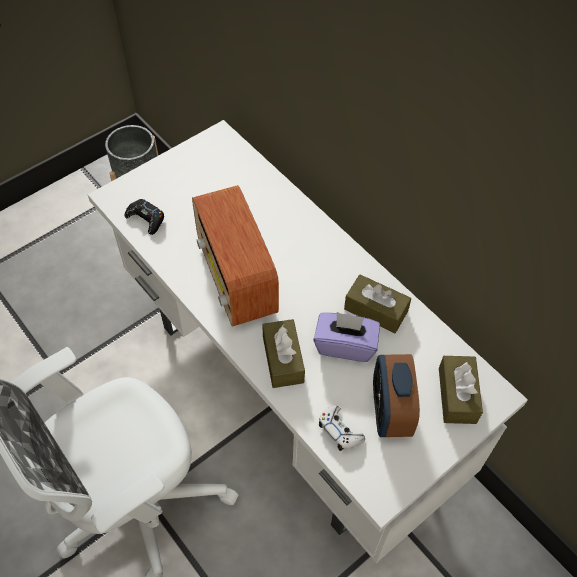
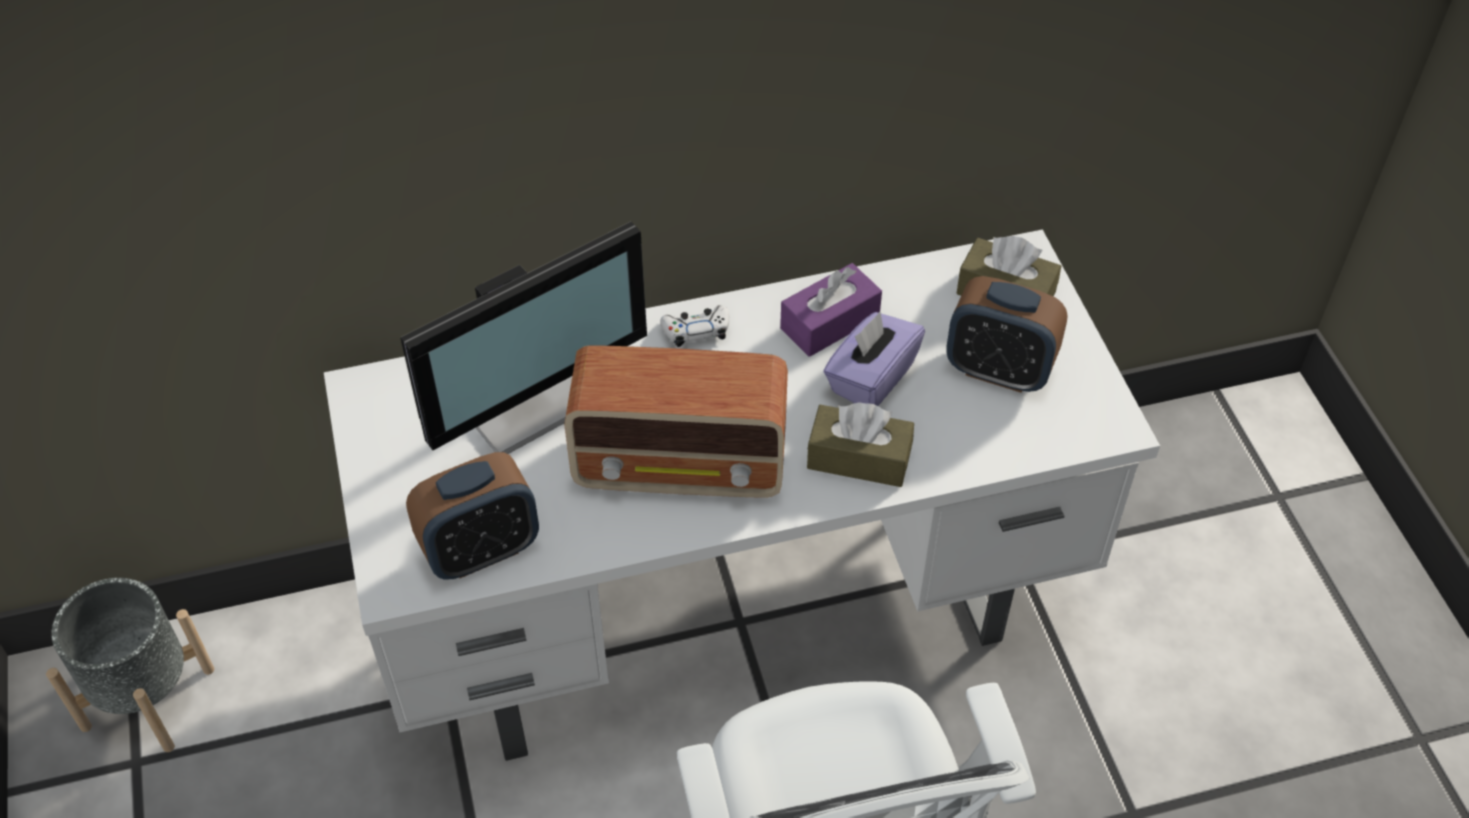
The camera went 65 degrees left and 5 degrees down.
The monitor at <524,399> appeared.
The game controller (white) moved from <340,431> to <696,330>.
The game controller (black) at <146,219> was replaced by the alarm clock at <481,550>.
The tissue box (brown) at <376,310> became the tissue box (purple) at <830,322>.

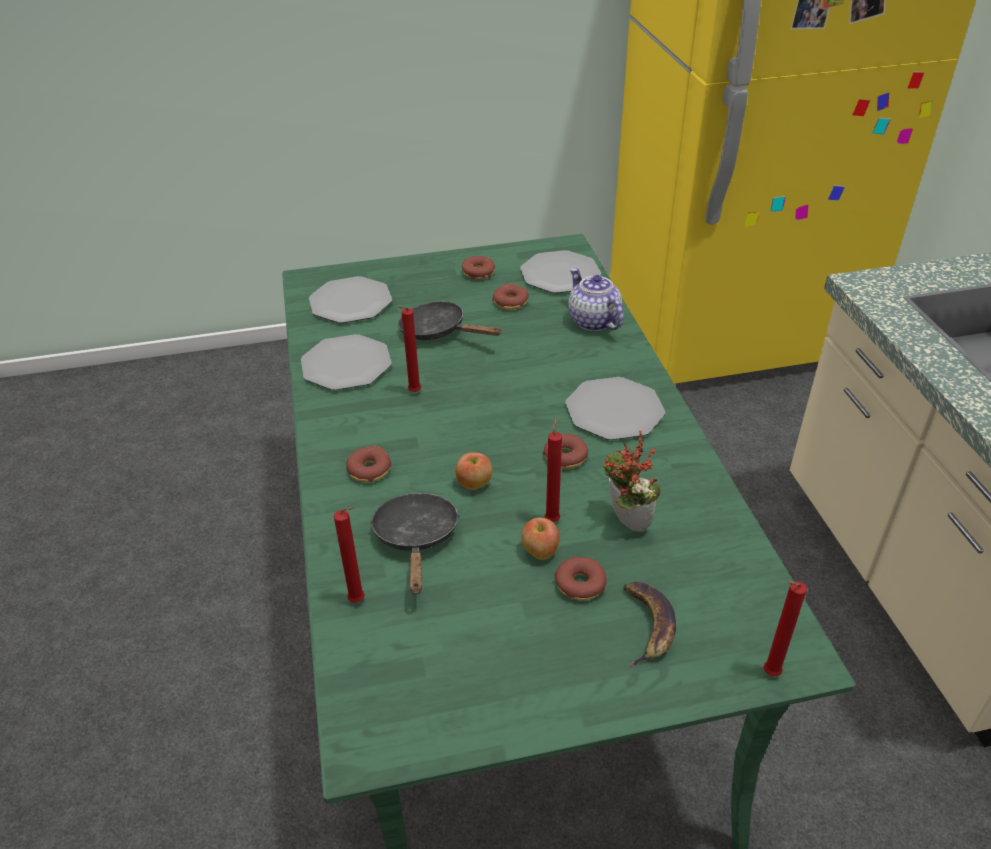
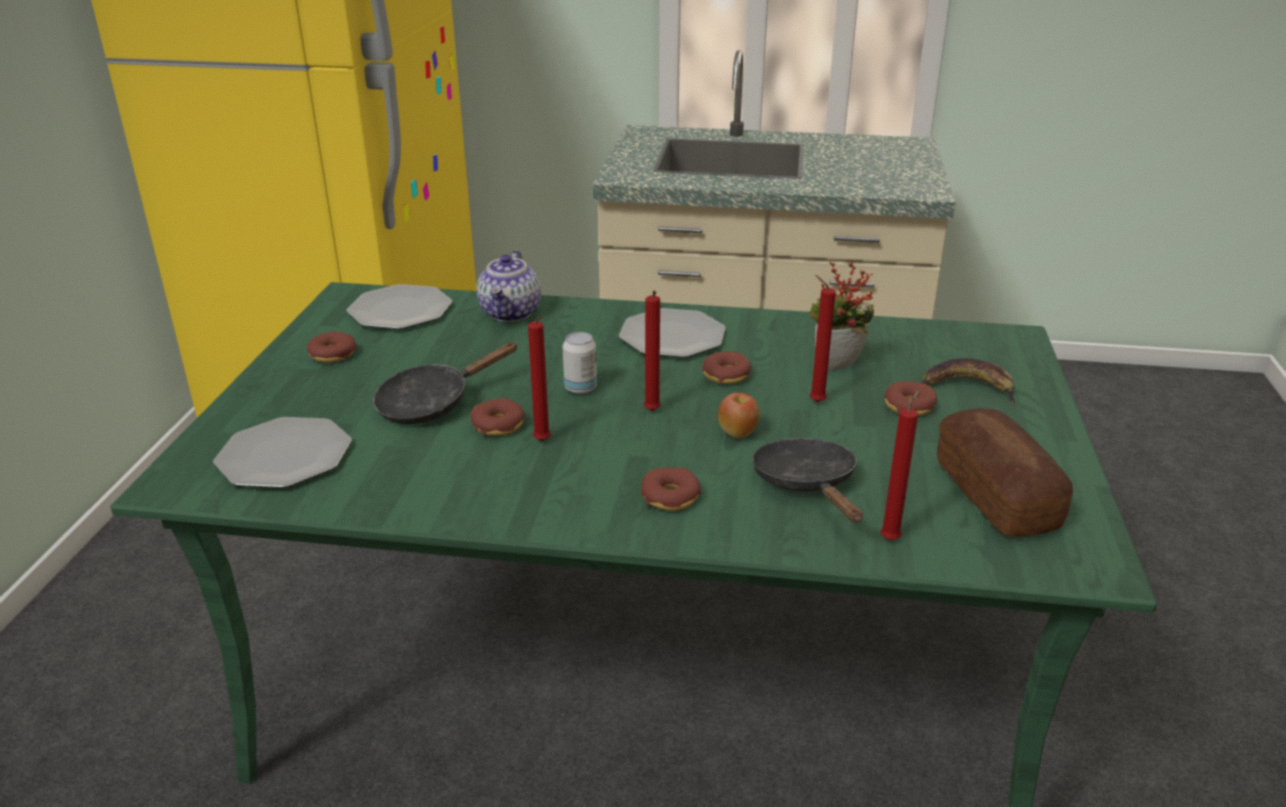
The camera went 70 degrees left and 10 degrees down.
The plate at <346,364> disappeared.
The apple at <539,552> disappeared.
The can at <580,388> appeared.
The bread at <995,495> appeared.
The donut moved from <510,302> to <498,425>.
The candle (red) moved from <768,674> to <652,412>.
The frying pan (black) at <416,539> turned 60 degrees clockwise.
The teapot at <592,321> turned 75 degrees counterclockwise.

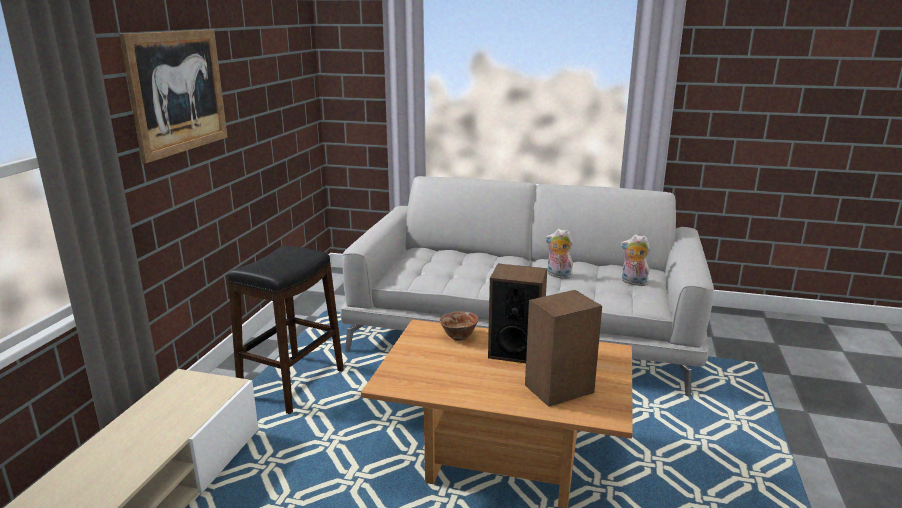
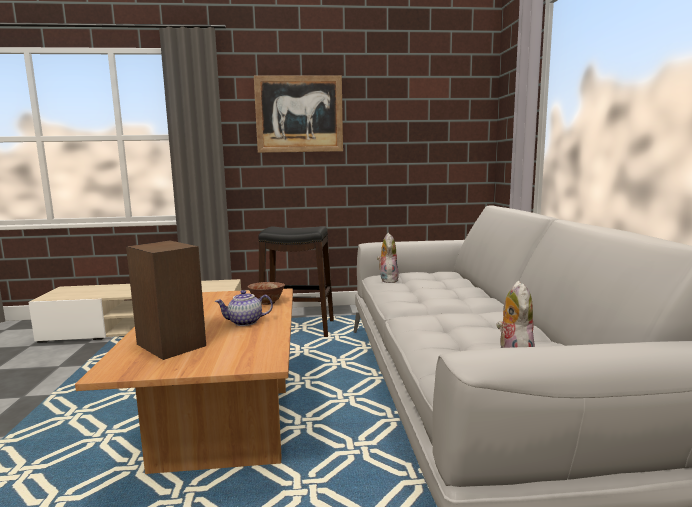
The camera went 70 degrees right and 10 degrees down.
The plush toy moved from <558,275> to <387,280>.
The speaker at <515,352> was replaced by the teapot at <245,322>.

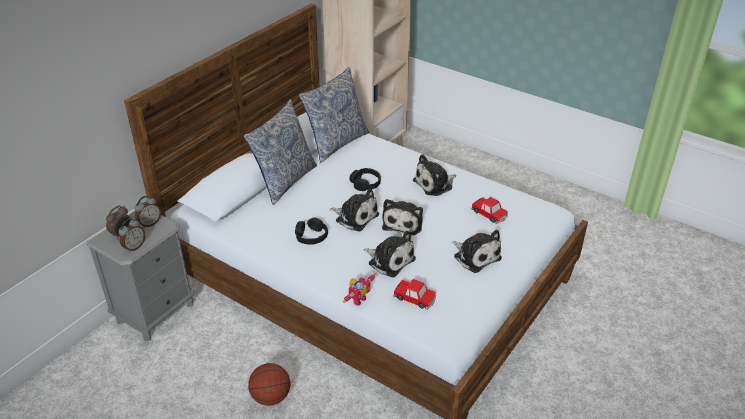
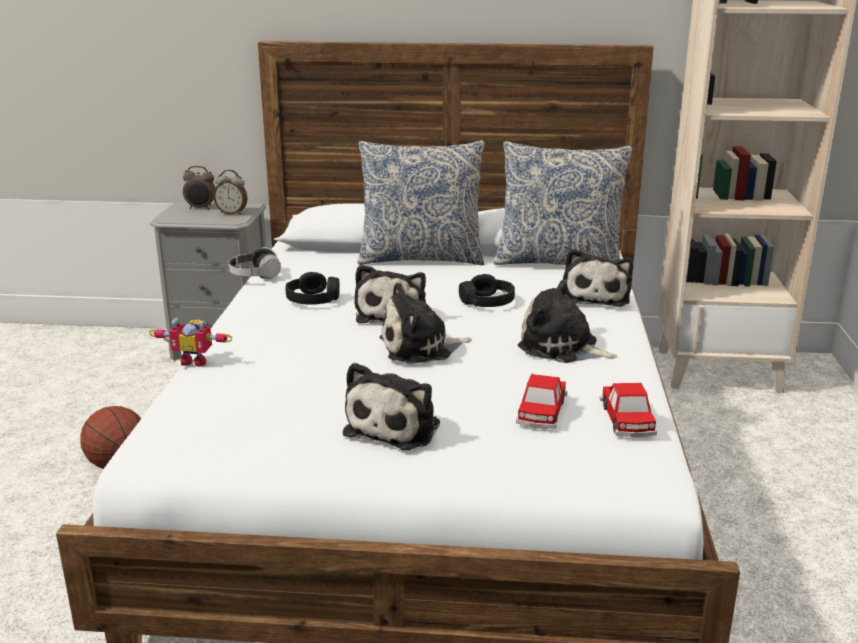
The camera went 60 degrees right and 15 degrees down.
The alarm clock at <134,247> disappeared.
The headphones at <255,276> appeared.
The plush toy moved from <389,260> to <595,296>.
The toy car moved from <414,298> to <627,420>.

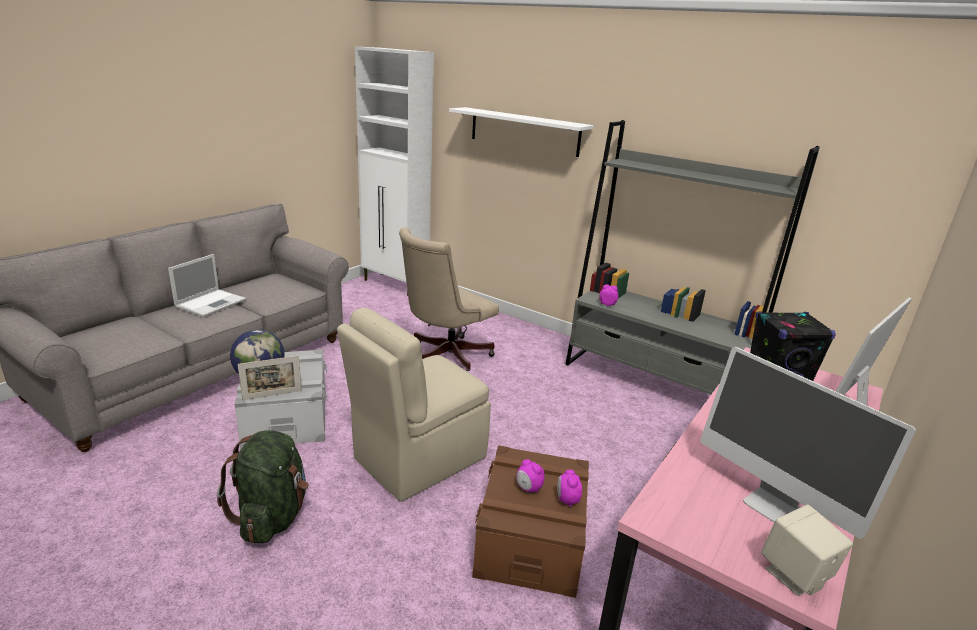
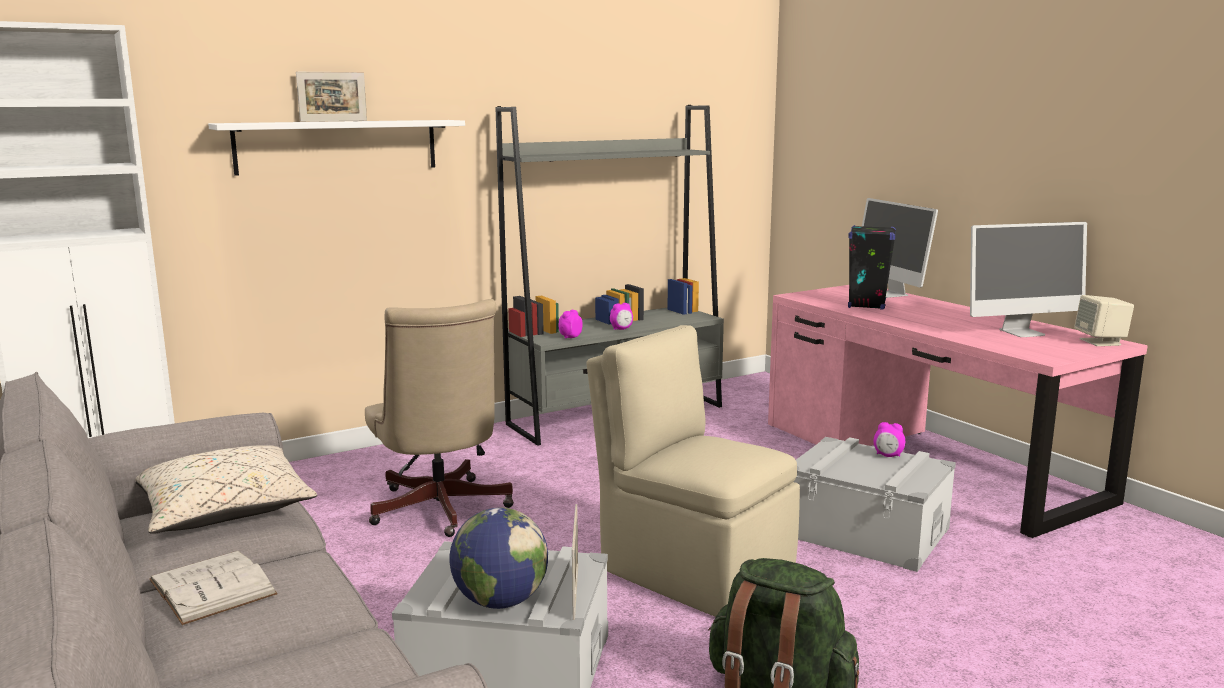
The camera went 65 degrees left and 10 degrees down.
The pillow (beige) at <224,509> appeared.
The picture frame at <334,121> appeared.
The alarm clock moved from <528,488> to <621,329>.
The laptop at <211,303> was replaced by the book (white) at <212,587>.
The storage box (brown) at <531,540> became the storage box (grey) at <866,532>.
The chair (beige) at <417,459> turned 150 degrees clockwise.

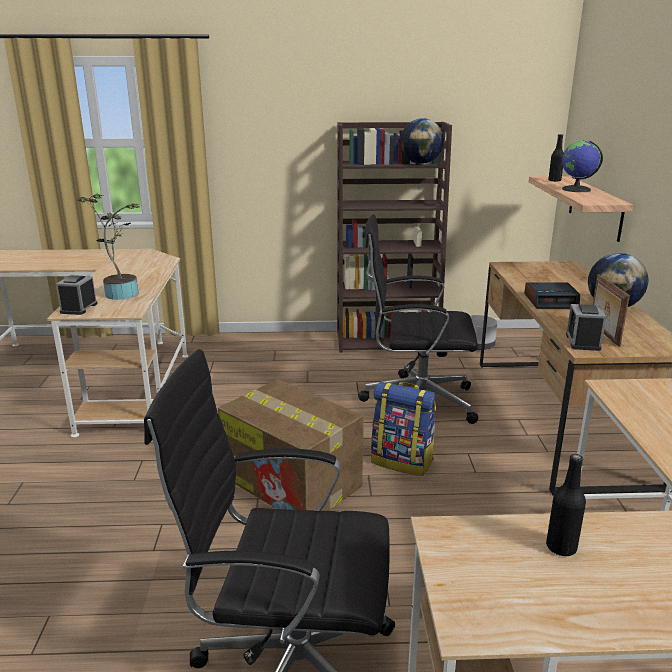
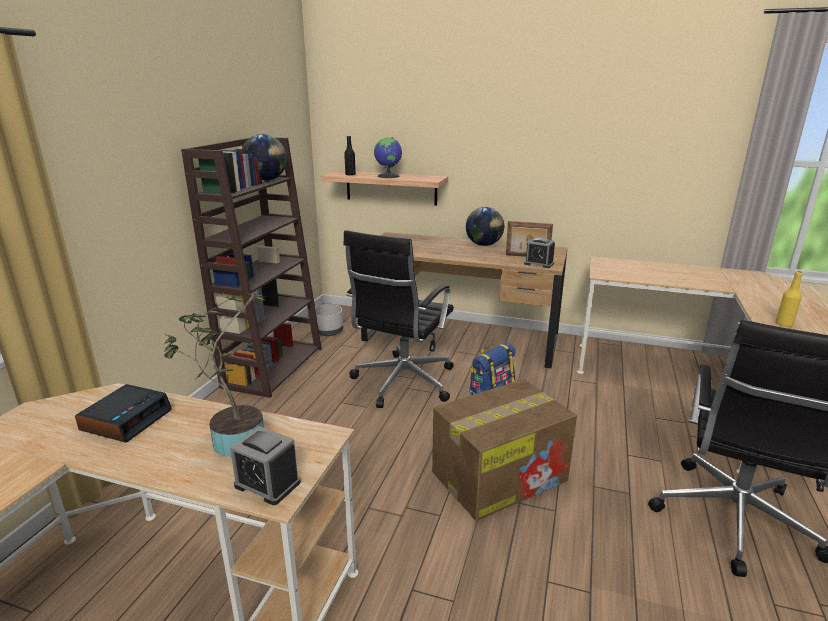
The camera went 70 degrees left and 0 degrees up.
The alarm clock moved from <551,301> to <126,420>.
The bottle (black) at <561,547> became the bottle (yellow) at <784,324>.

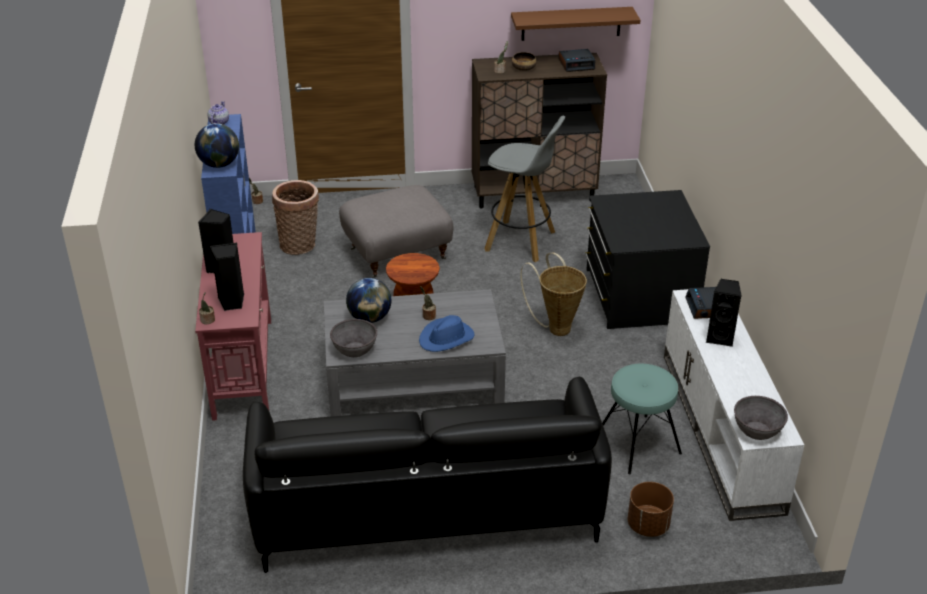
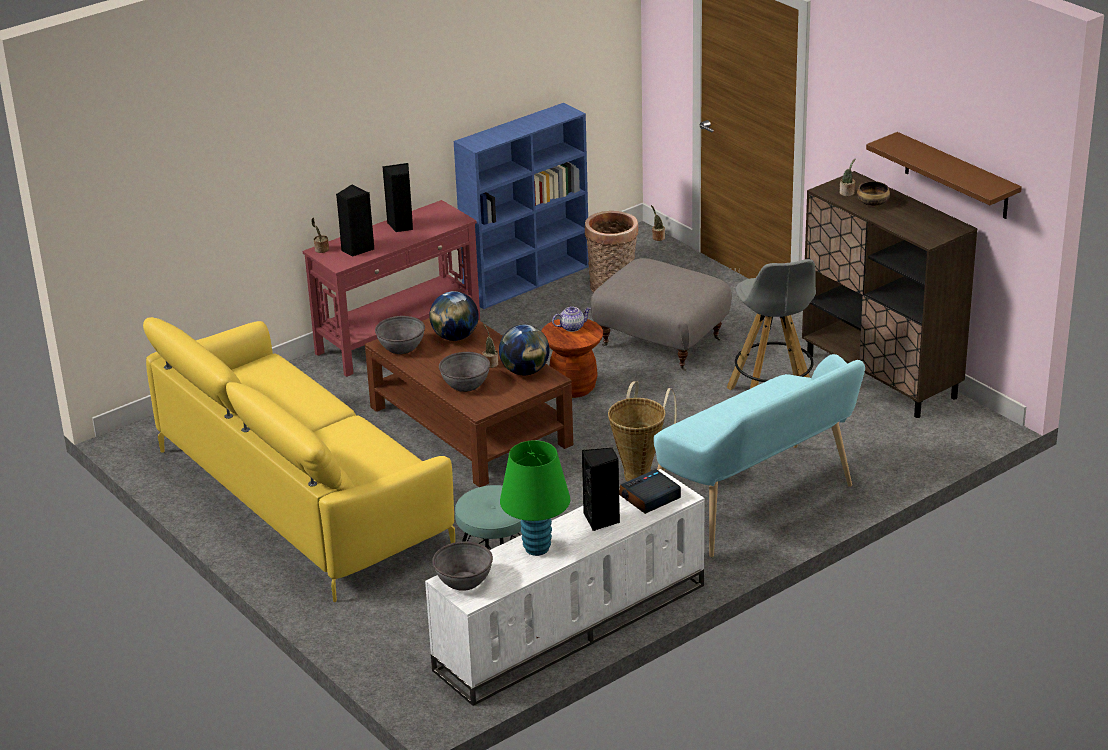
The camera went 60 degrees right and 5 degrees down.
The alarm clock at <577,64> disappeared.
The planter (brown) at <648,525> disappeared.
The table lamp (green) at <536,548> appeared.
The globe moved from <219,164> to <525,371>.
The teapot moved from <218,122> to <571,327>.
The hat (blue) at <446,338> was replaced by the bowl (grey) at <465,384>.
The dresser (black) at <638,295> was replaced by the bench (turquoise) at <758,506>.
The sofa (black) at <426,506> became the sofa (yellow) at <302,496>.
The coffee table (grey) at <412,379> became the coffee table (brown) at <469,425>.

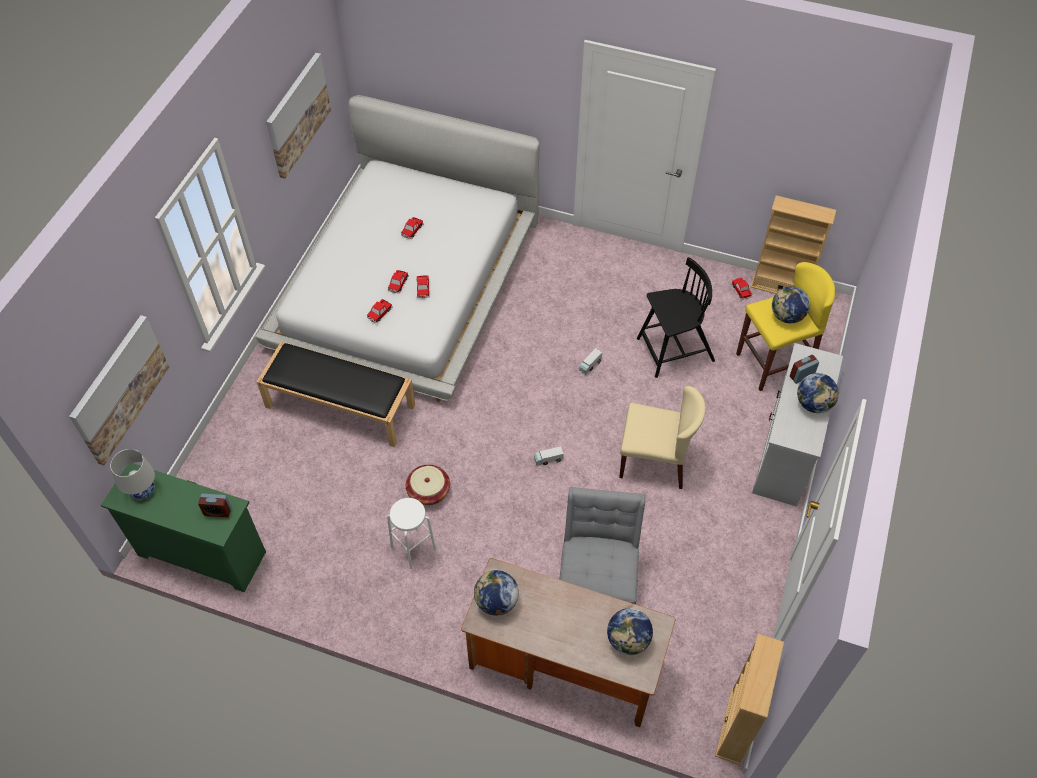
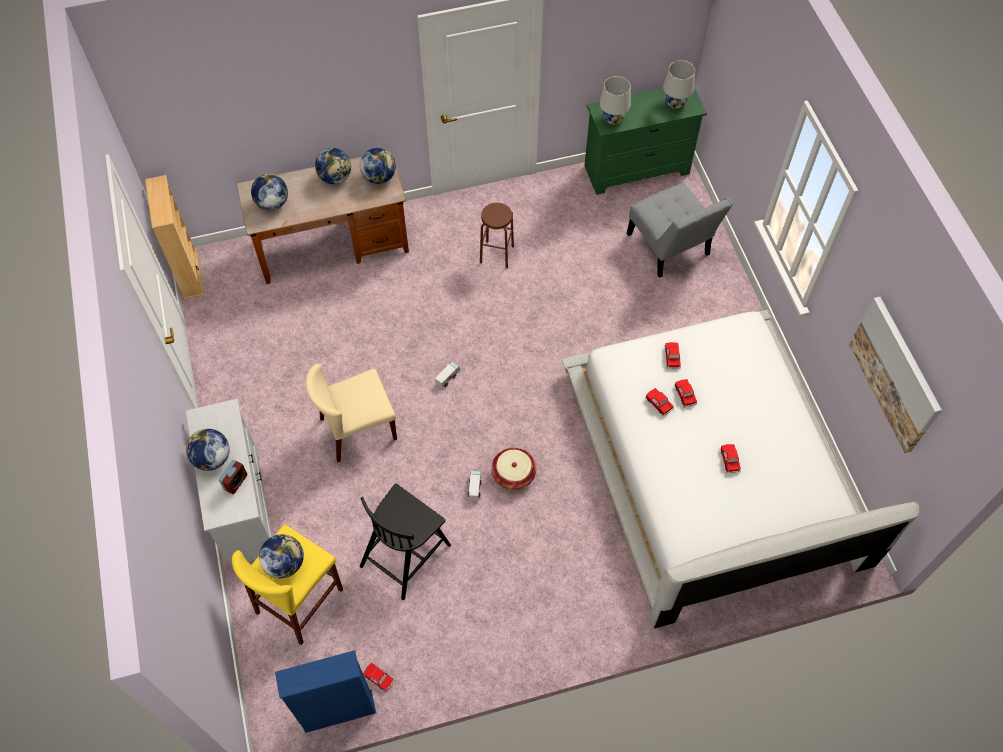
The camera went 145 degrees right and 5 degrees up.
The picture at <119,389> disappeared.
The bench (black) at <341,406> disappeared.
The globe at <335,177> appeared.
The basket moved from <428,491> to <513,474>.
The chair (grey) moved from <597,581> to <670,248>.
The alarm clock at <217,511> was replaced by the table lamp (white) at <613,119>.
The stool (white) at <413,548> became the stool (brown) at <496,254>.
The bookcase (beige) at <780,287> became the bookcase (blue) at <338,711>.

